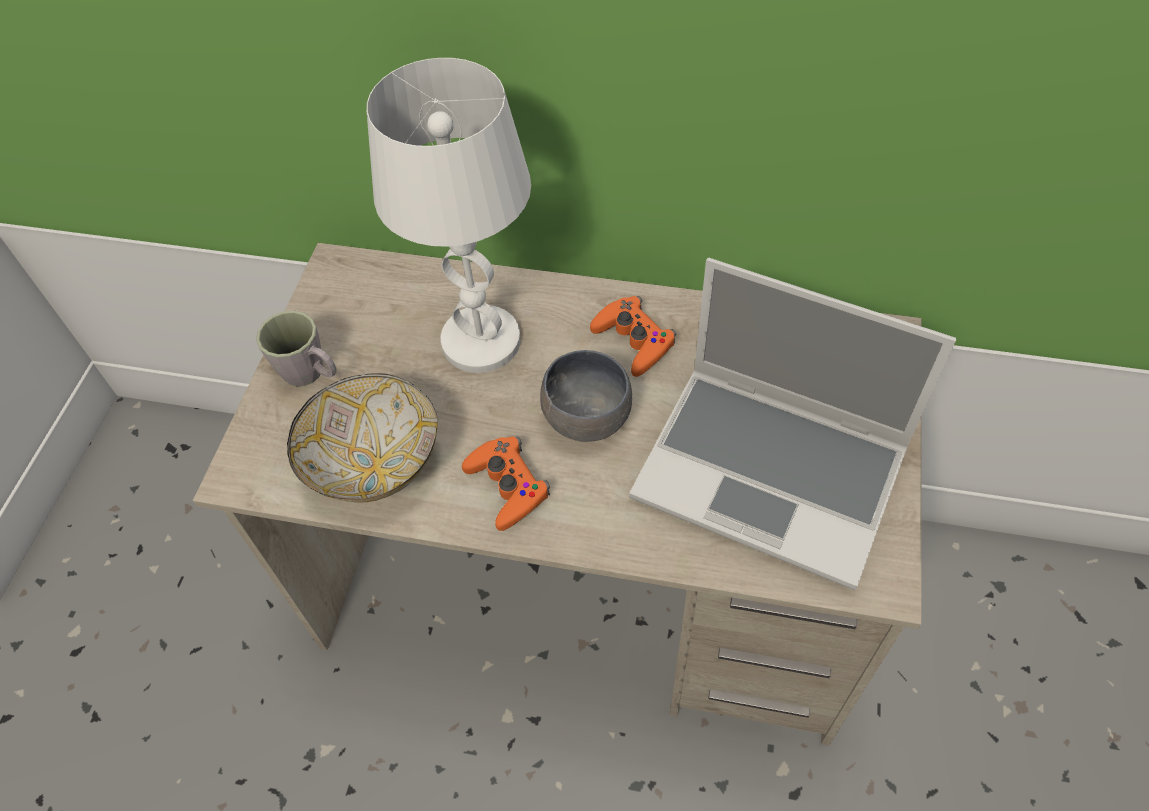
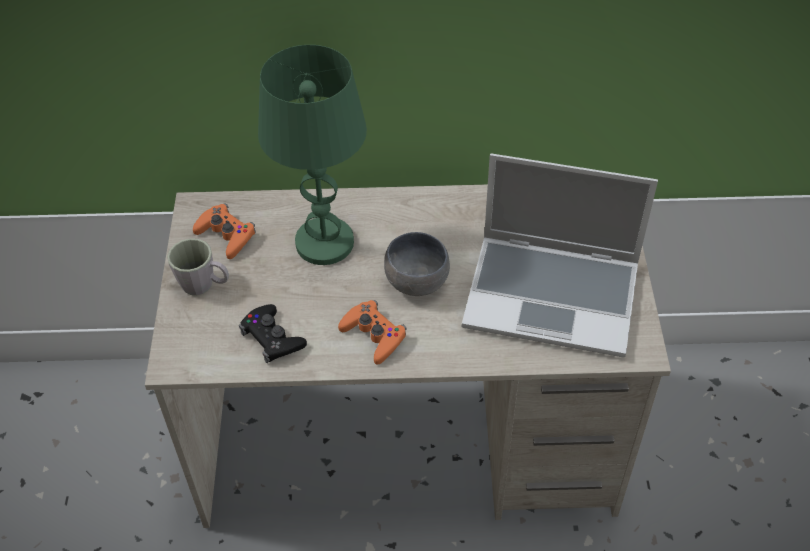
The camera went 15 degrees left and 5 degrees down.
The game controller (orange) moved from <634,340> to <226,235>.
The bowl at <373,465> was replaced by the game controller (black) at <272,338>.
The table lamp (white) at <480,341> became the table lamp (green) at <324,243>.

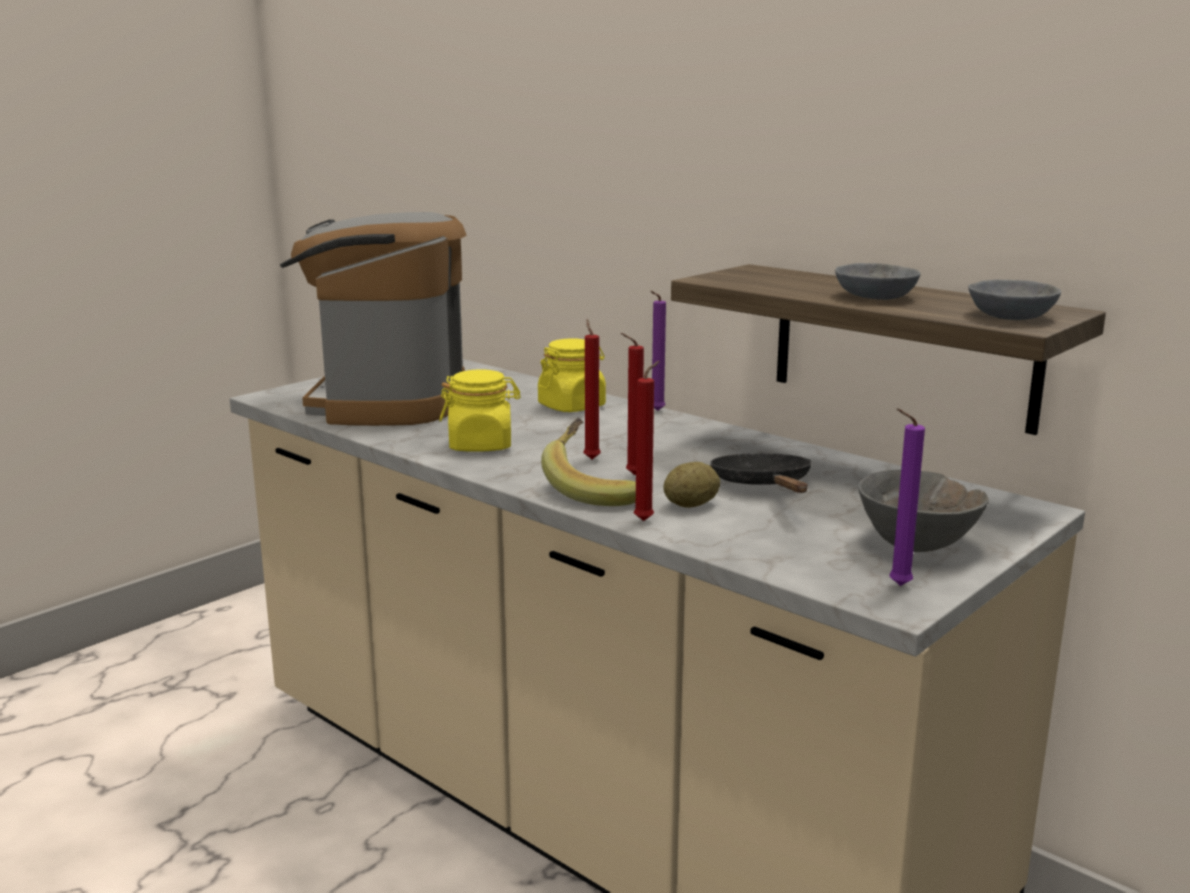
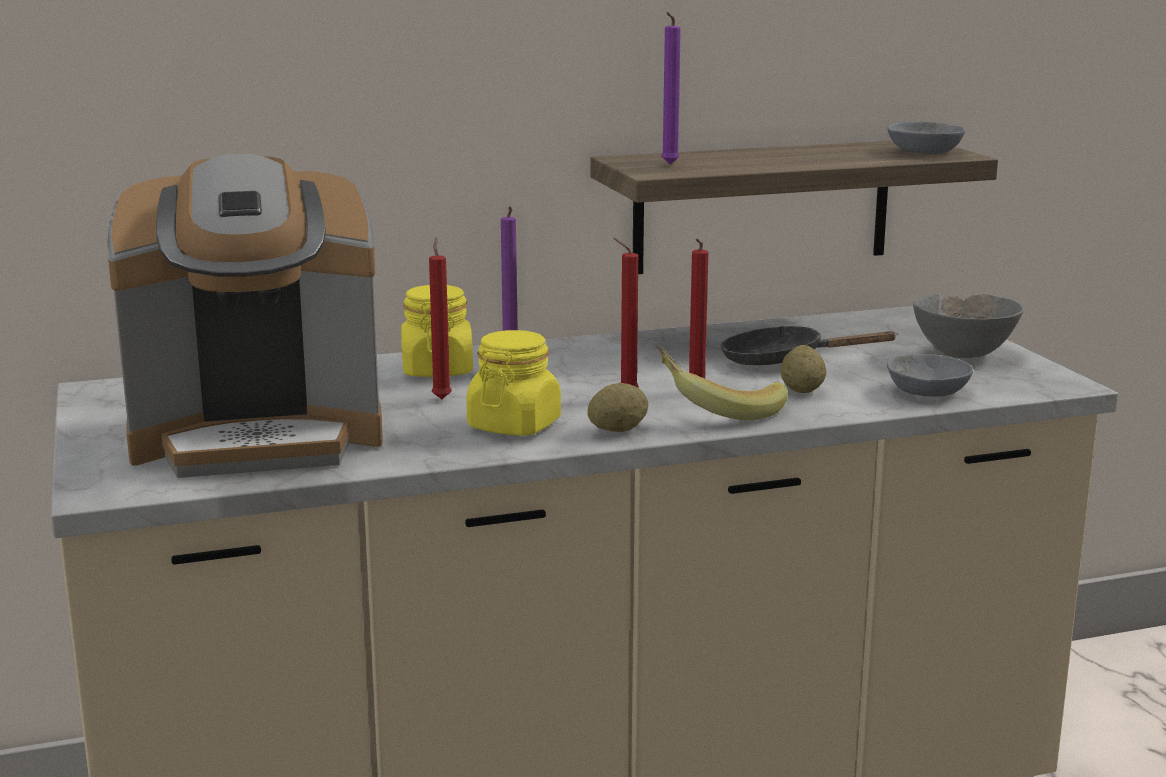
The camera went 60 degrees left and 0 degrees up.
The potato at <617,430> appeared.
The candle (red) moved from <646,520> to <442,398>.
The bowl (grey) moved from <873,297> to <928,392>.
The candle (purple) moved from <896,585> to <668,165>.
The coffee machine at <386,401> turned 45 degrees counterclockwise.

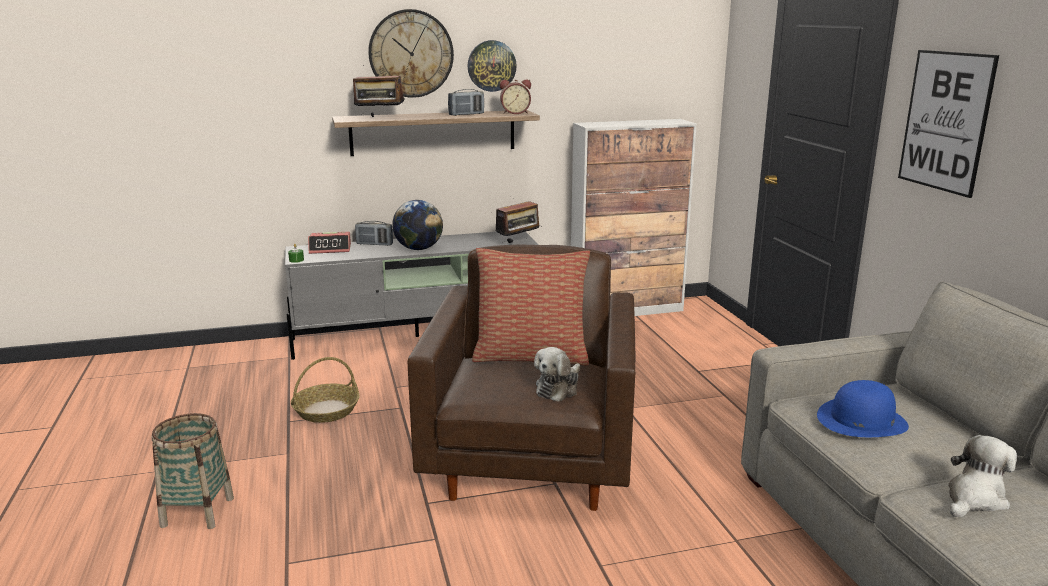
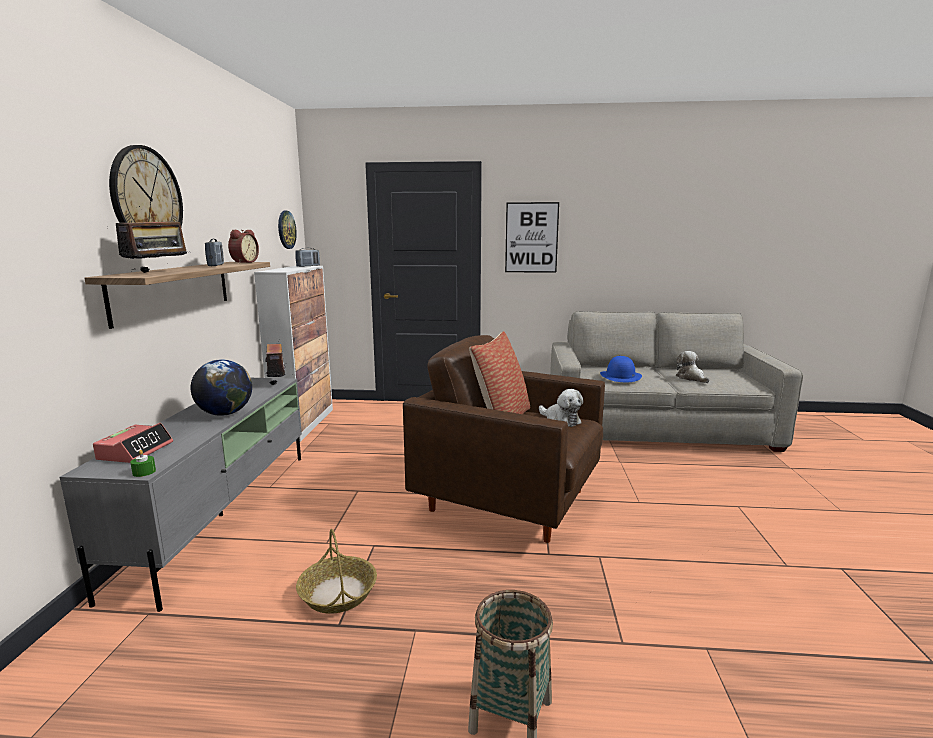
The camera went 70 degrees left and 5 degrees down.
The radio moved from <374,244> to <308,266>.
The wall clock moved from <491,66> to <286,229>.

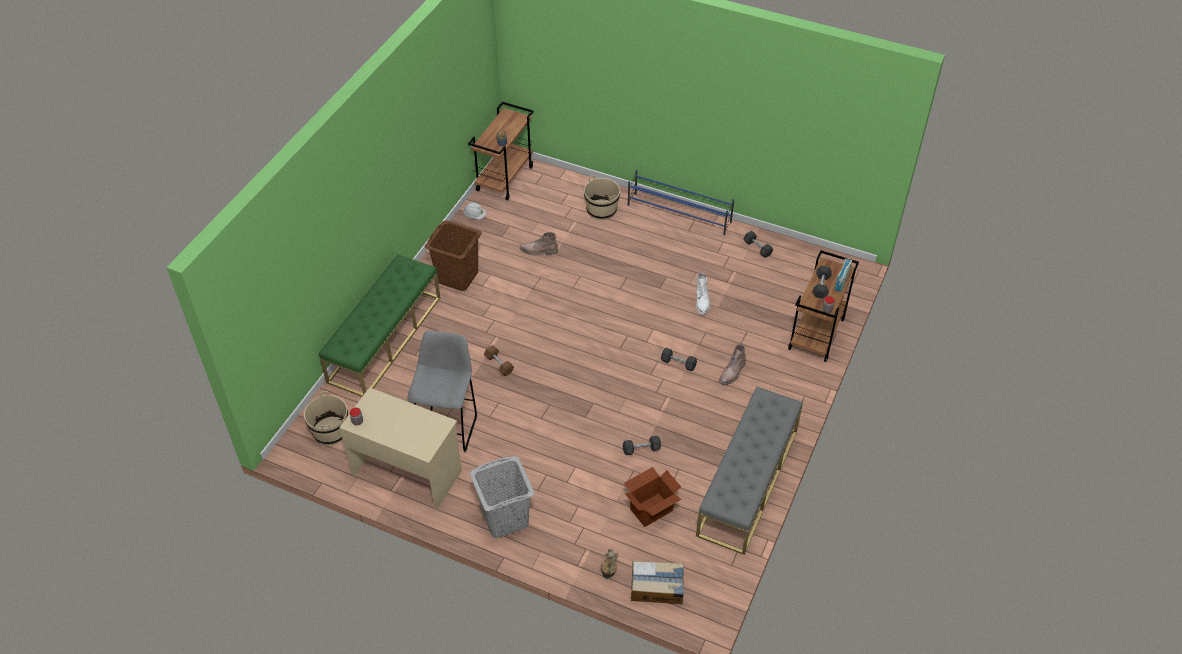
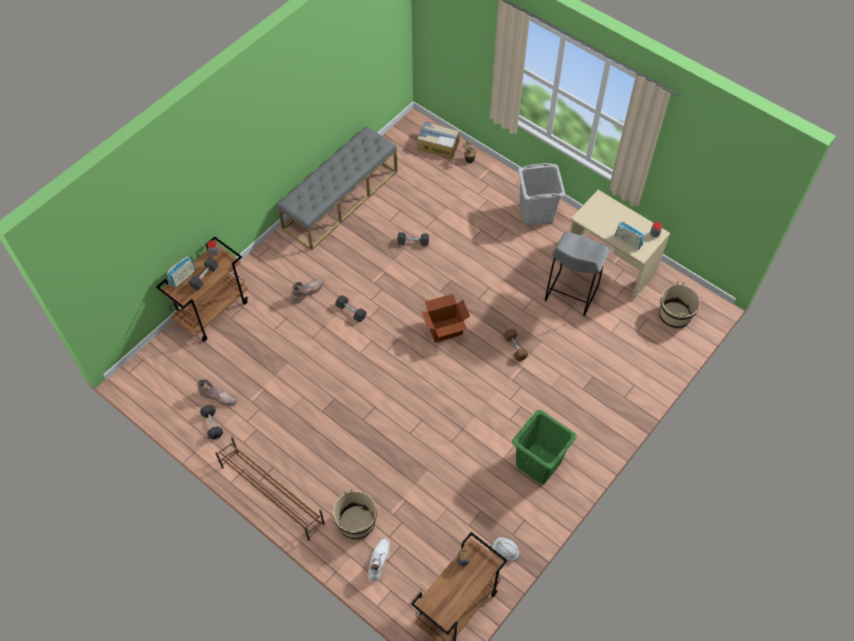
The camera went 165 degrees left and 10 degrees up.
The bench (green) at <385,339> disappeared.
The radio at <628,241> appeared.
The boot (brown) moved from <538,251> to <219,397>.
The cardboard box moved from <651,509> to <445,330>.
The boot (white) moved from <702,301> to <378,560>.
The laundry basket (brown) at <457,277> became the laundry basket (green) at <538,463>.
The shoe rack (blue) at <679,214> became the shoe rack (brown) at <272,494>.

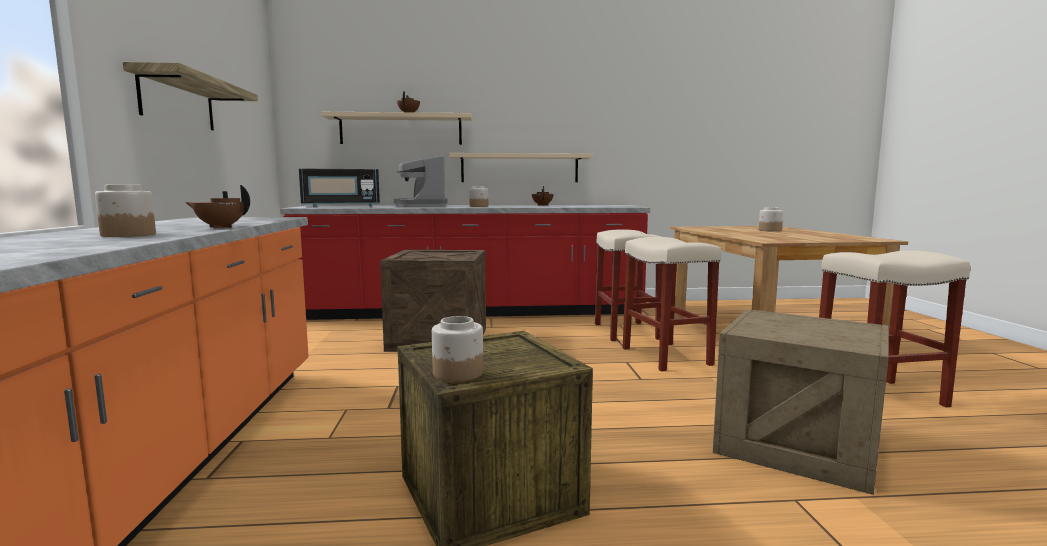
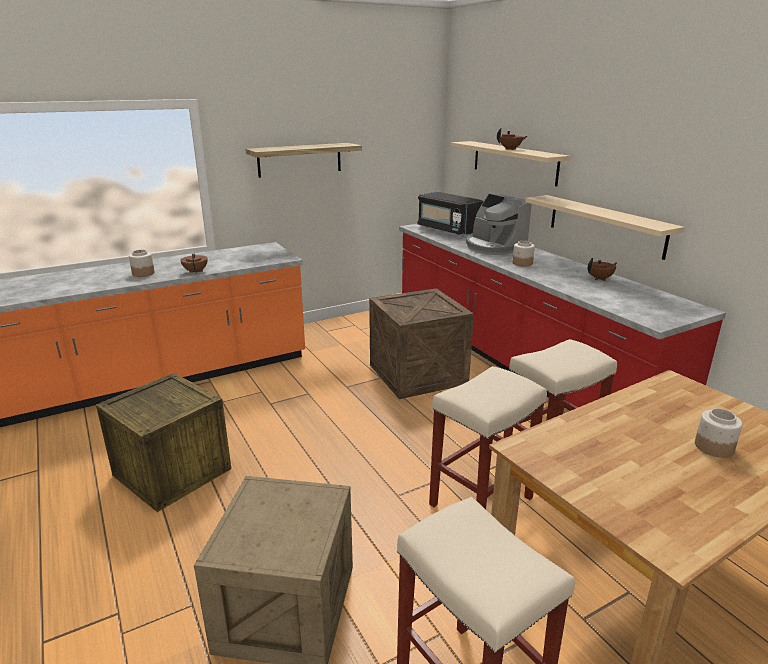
The camera went 65 degrees right and 15 degrees up.
The jar at <458,373> disappeared.
The coffee machine at <423,206> turned 90 degrees counterclockwise.

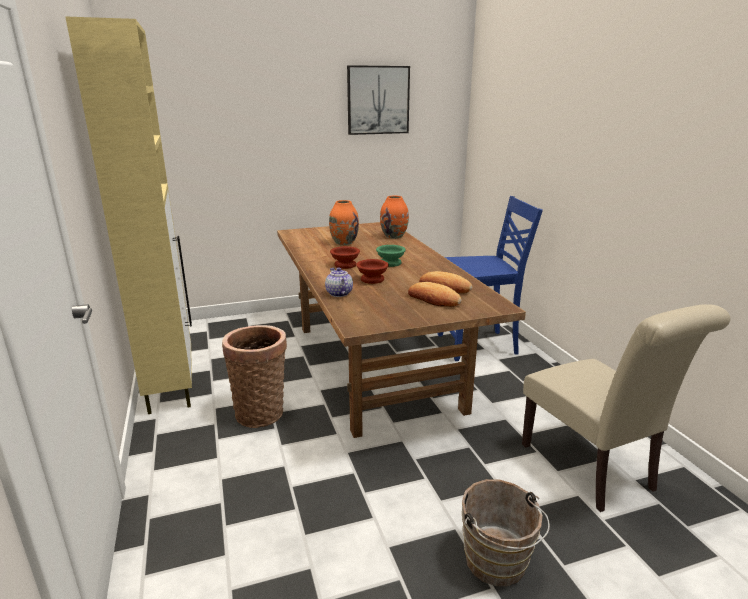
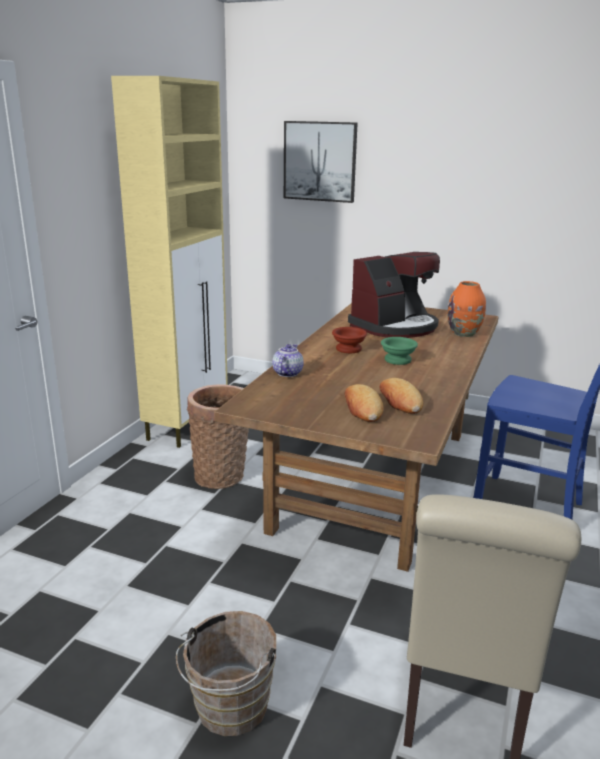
The camera went 40 degrees right and 0 degrees up.
The bowl (brown) at <372,280> disappeared.
The picture moved from <378,100> to <320,161>.
The vase (orange) at <344,242> was replaced by the coffee machine at <395,326>.

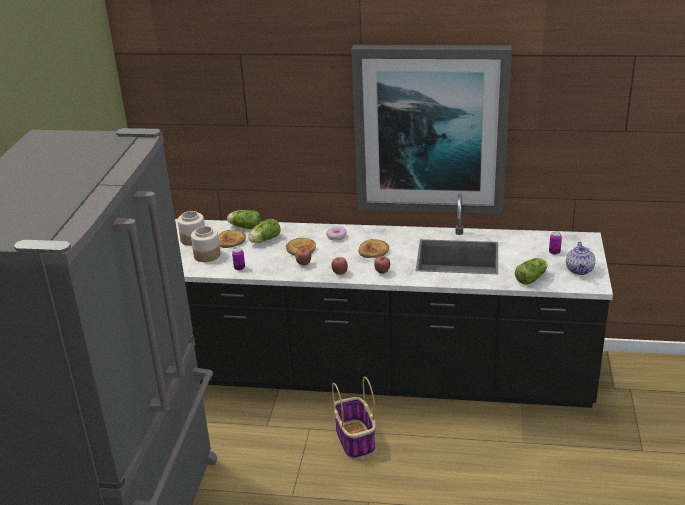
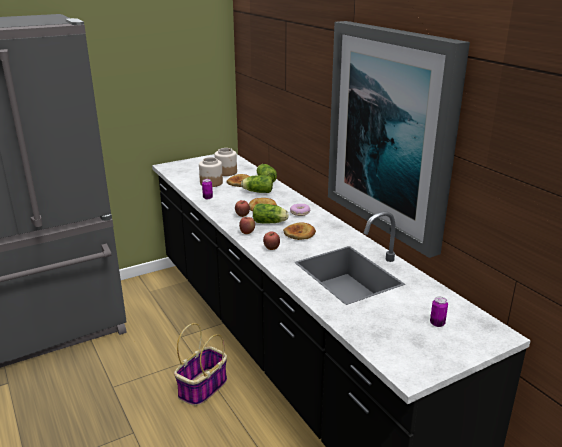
The camera went 50 degrees right and 5 degrees down.
The teapot at <580,270> disappeared.
The lettuce moved from <532,278> to <270,222>.

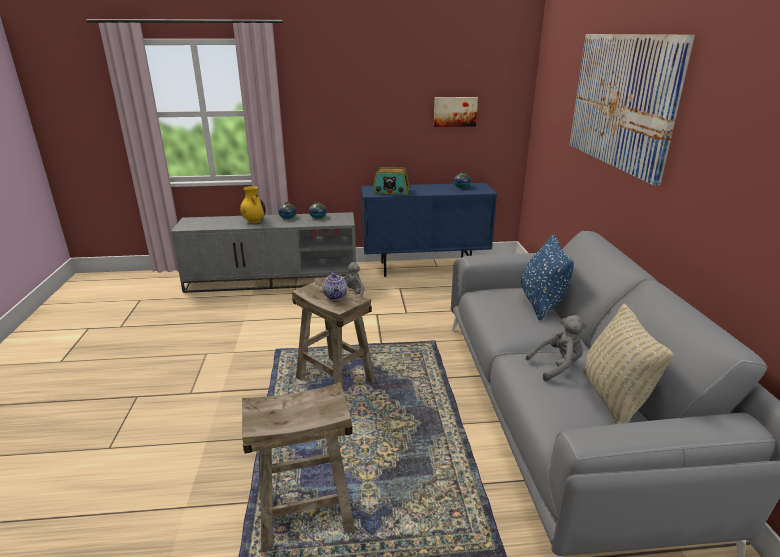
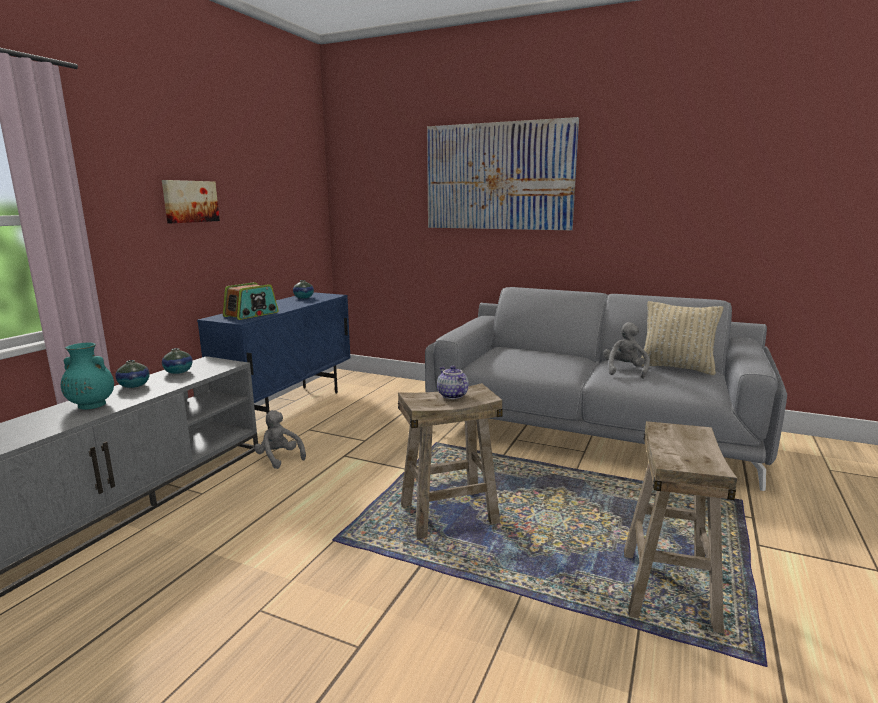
The camera went 60 degrees left and 10 degrees down.
The pillow (blue) at <541,304> disappeared.
The picture moved from <455,111> to <190,201>.
The vase (yellow) at <254,221> became the vase (turquoise) at <91,405>.
The teapot at <336,296> turned 135 degrees counterclockwise.

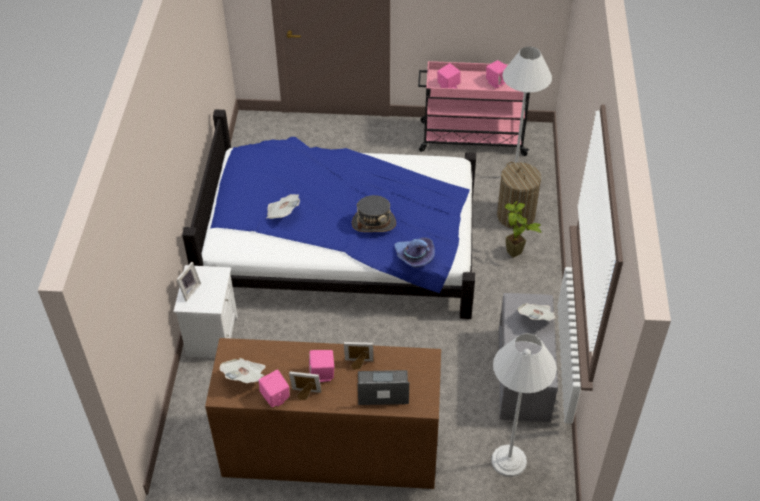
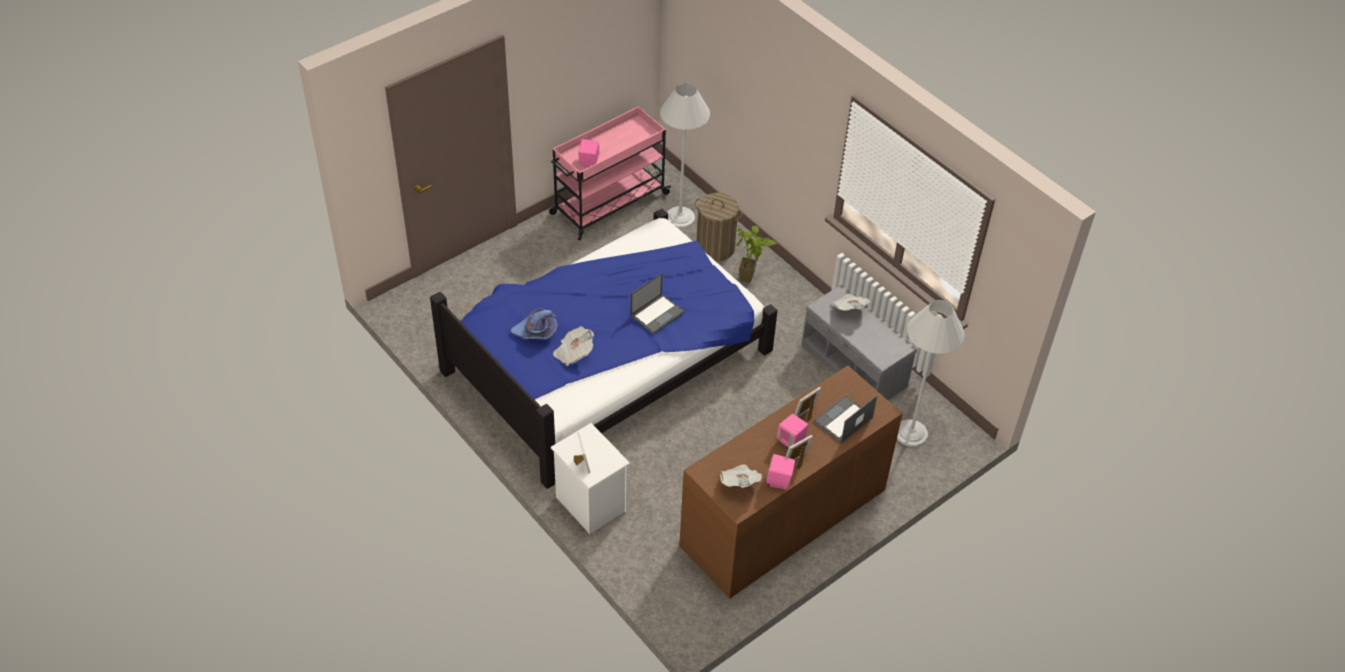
The camera went 45 degrees left and 0 degrees up.
The speaker (pink) at <496,82> disappeared.
The hat (purple) moved from <414,256> to <536,331>.
The hat (grey) at <374,223> was replaced by the laptop at <657,313>.

